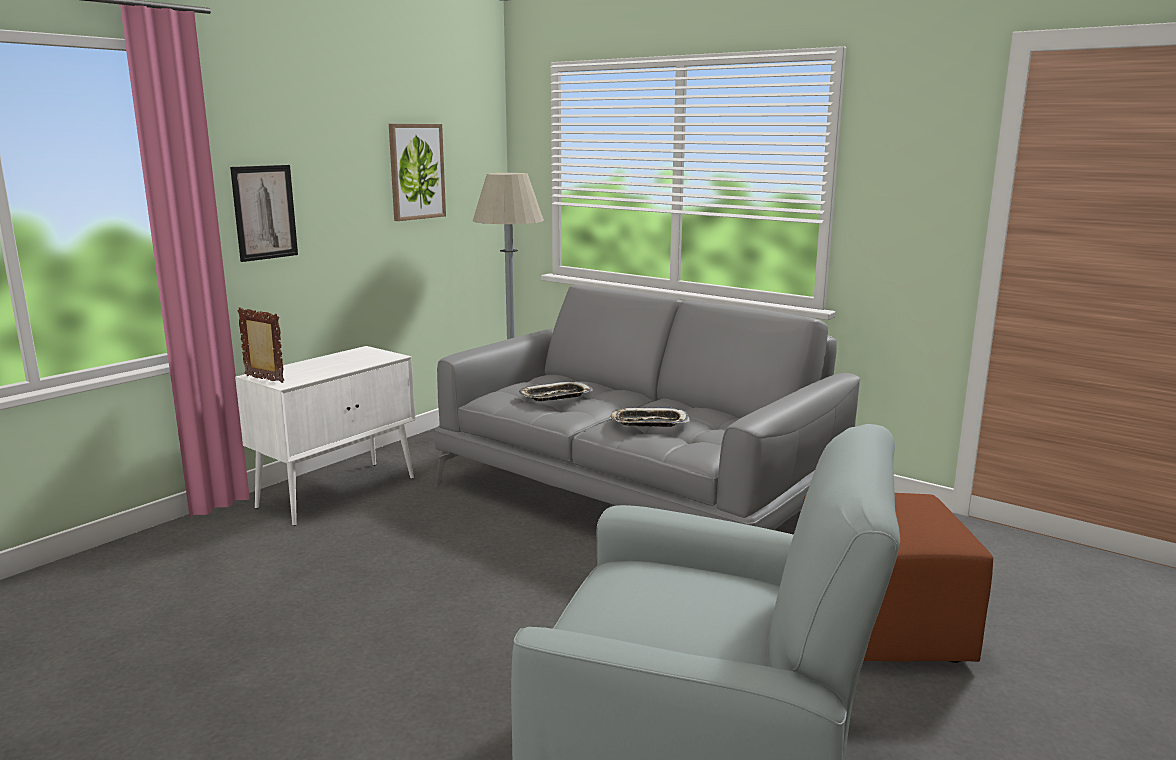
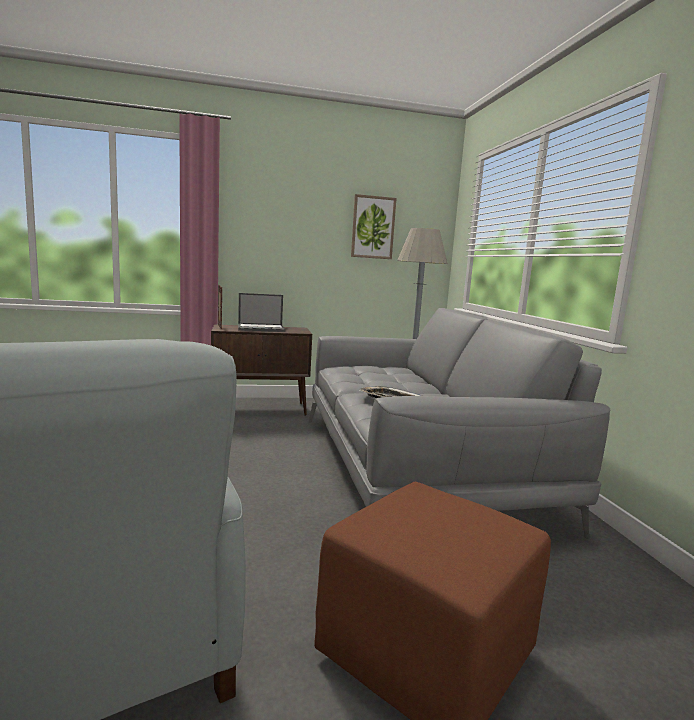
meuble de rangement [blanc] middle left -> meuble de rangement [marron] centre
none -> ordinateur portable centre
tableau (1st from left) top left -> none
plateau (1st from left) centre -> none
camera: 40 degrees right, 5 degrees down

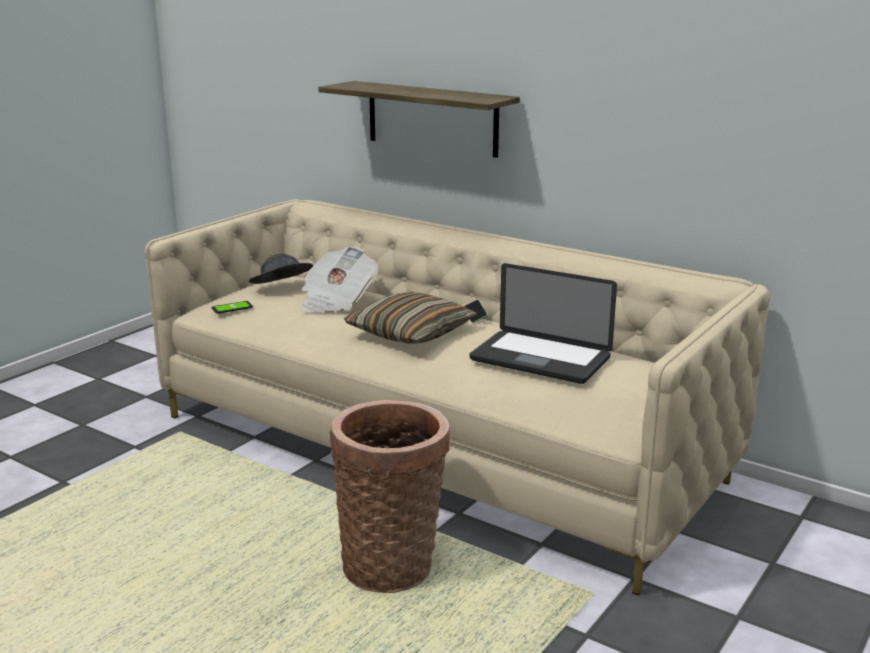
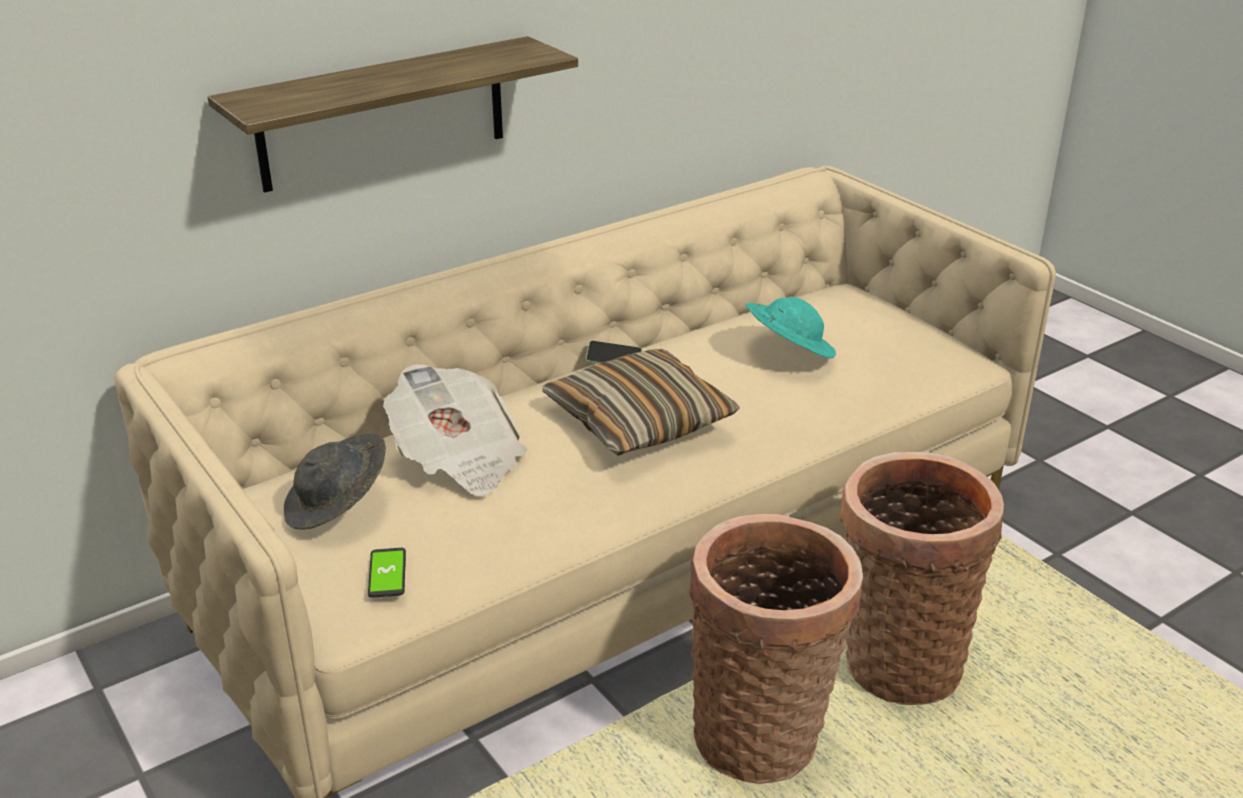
none -> panier (1st from left) bottom centre
ordinateur portable centre -> chapeau [turquoise] centre
camera: 70 degrees left, 10 degrees up

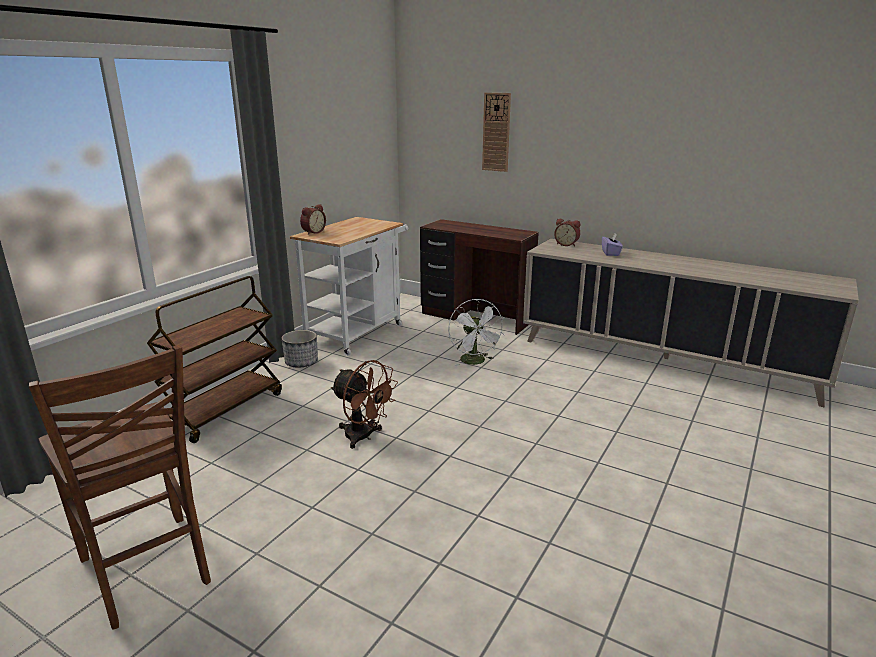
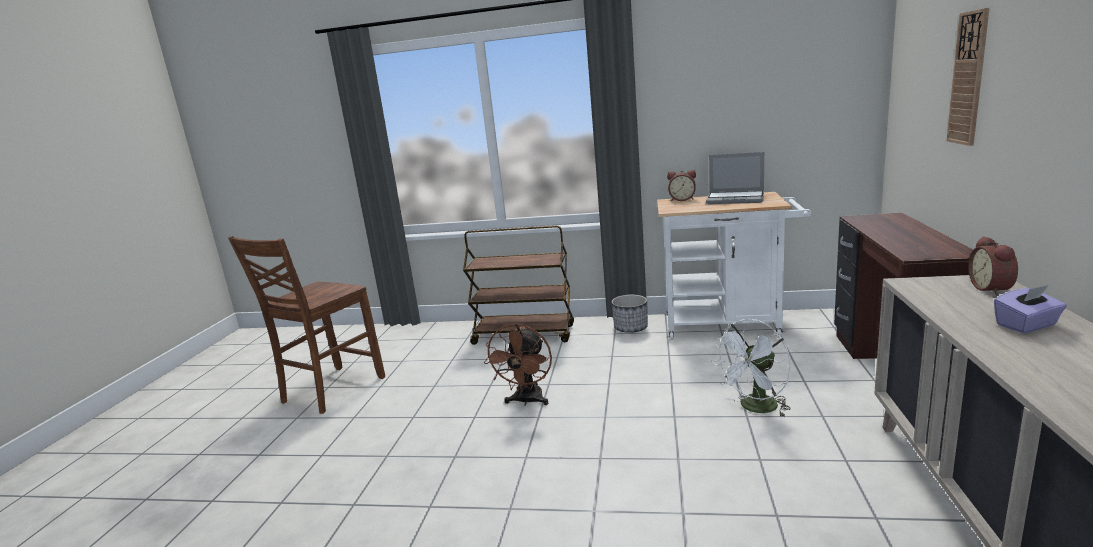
none -> ordinateur portable top right
camera: 70 degrees right, 5 degrees down

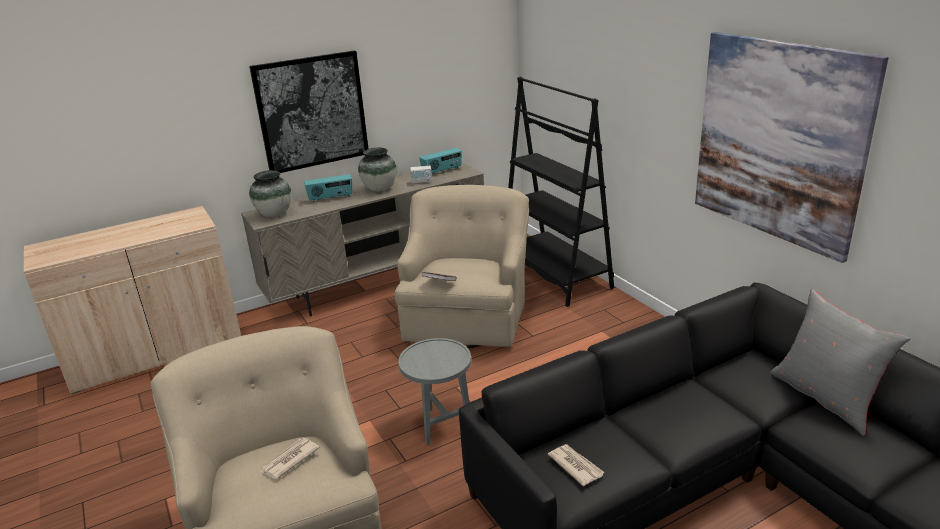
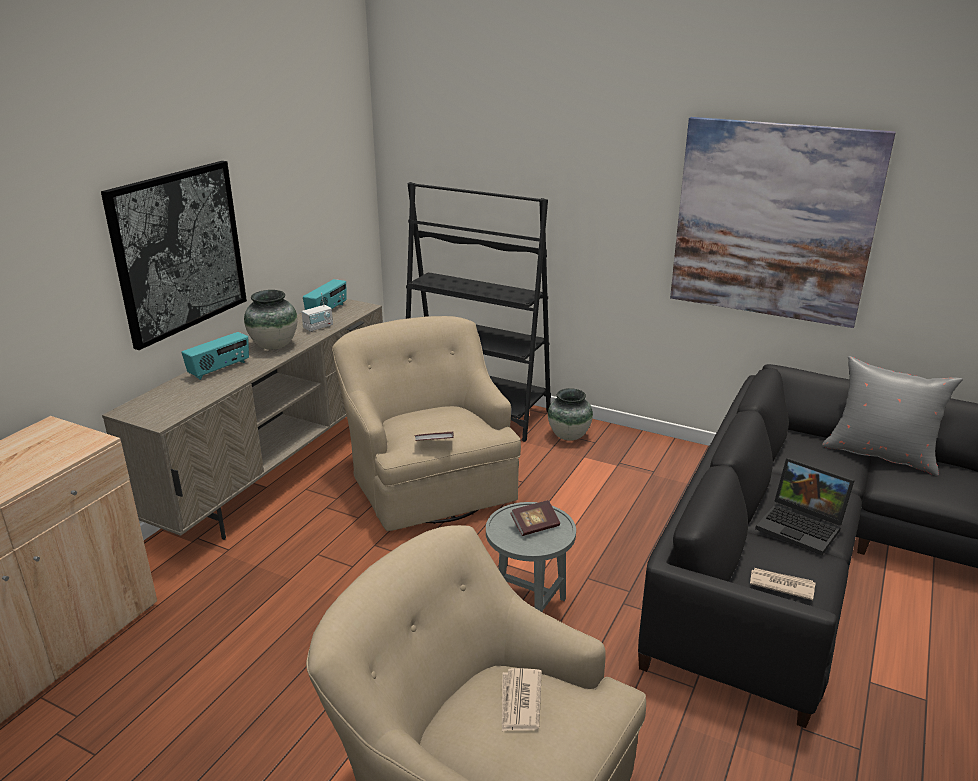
none -> livre (2nd from left) centre
vase (1st from left in the first image) middle left -> vase (2nd from left) centre, move
none -> ordinateur portable middle right
camera: 35 degrees left, 0 degrees up

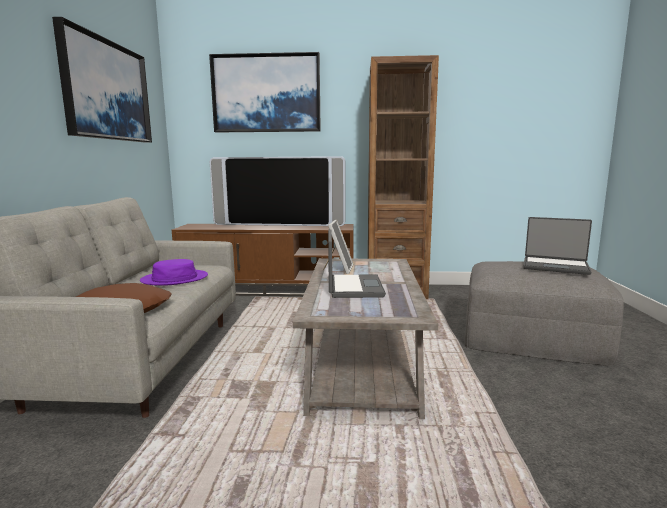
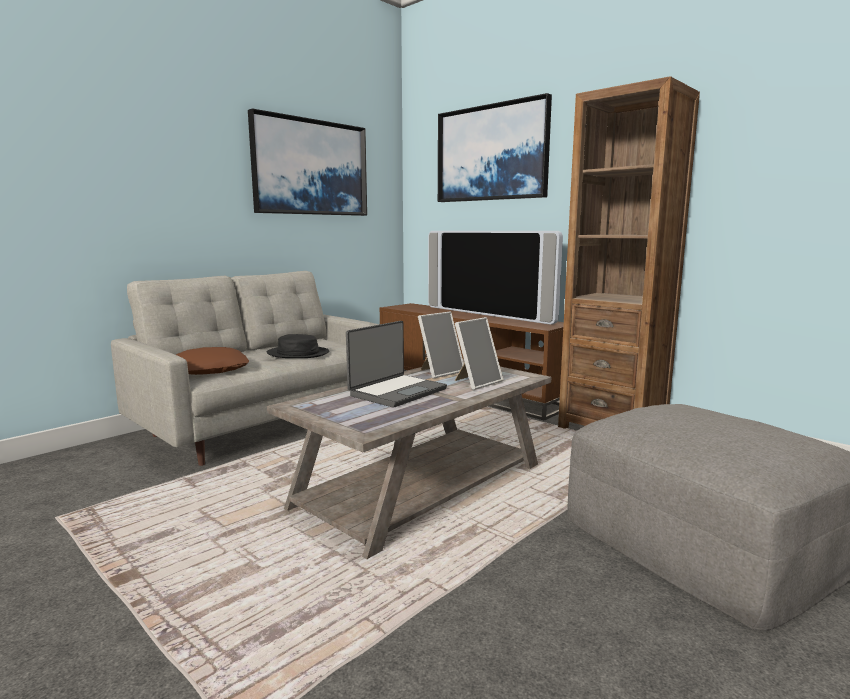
chapeau [violet] middle left -> chapeau [noir] centre
none -> cadre photo (2nd from left) centre
ordinateur portable (2nd from left) middle right -> none
camera: 40 degrees right, 0 degrees up

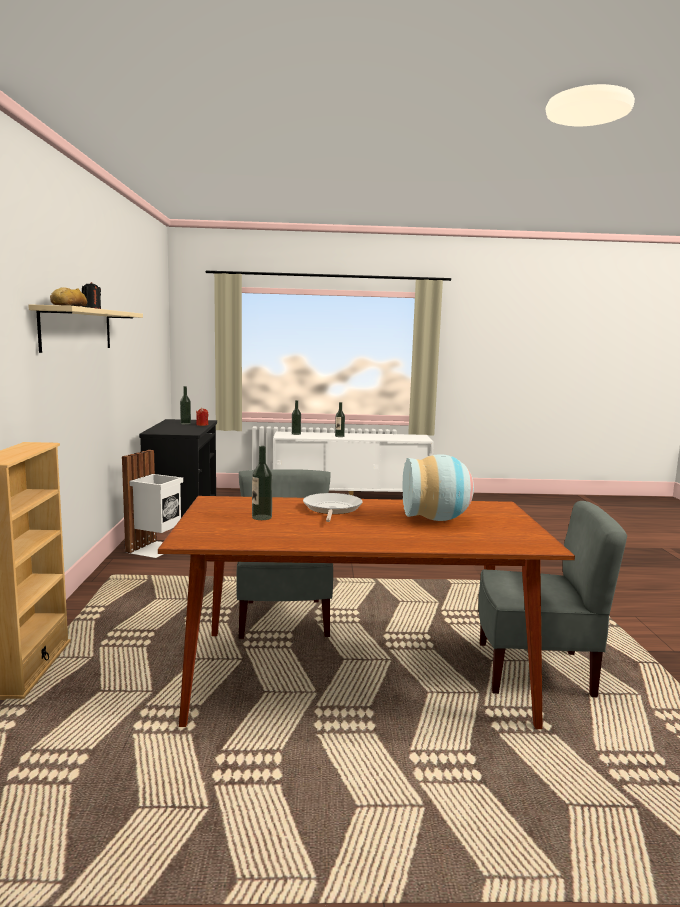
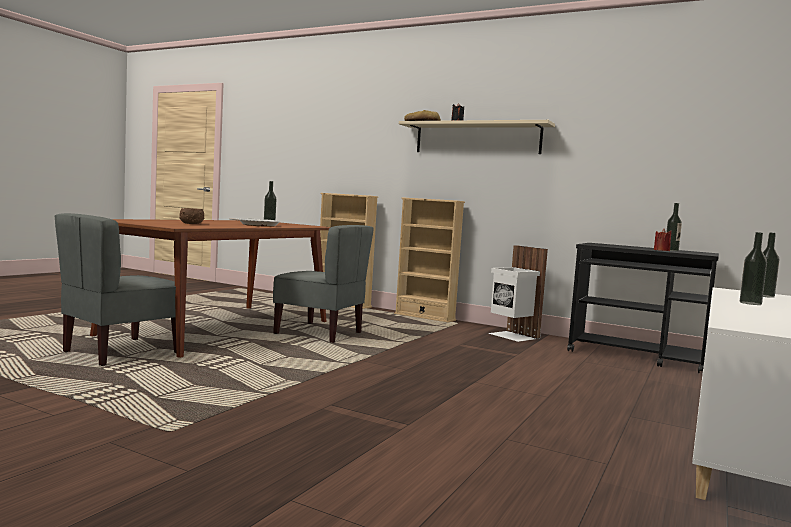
vase centre -> bol [marron] middle left
none -> bibliothèque [beige] (2nd from left) centre
camera: 120 degrees right, 5 degrees down

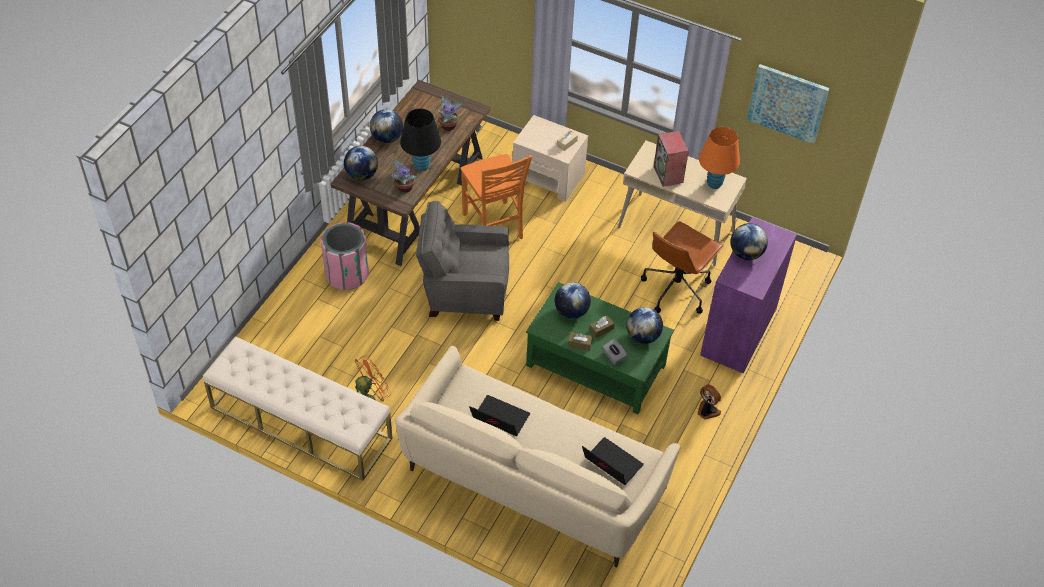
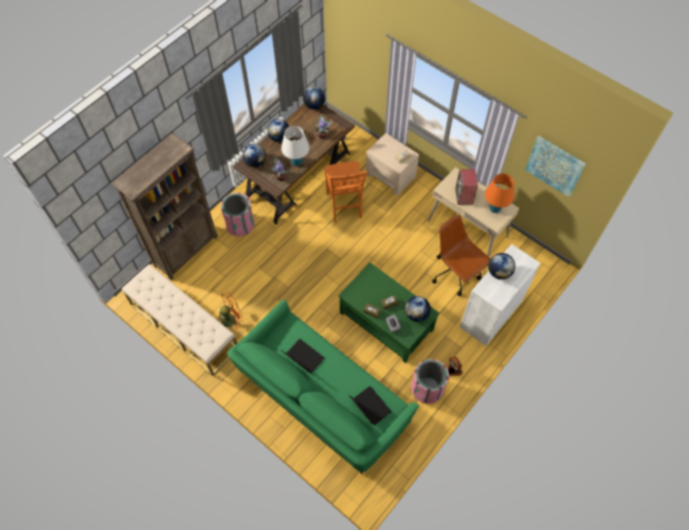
none -> bibliothèque [marron] middle left
canapé [beige] bottom centre -> canapé [vert] bottom centre
lampe de table [noir] top centre -> lampe de table [blanc] top centre
globe (3rd from left) centre -> globe (3rd from left) top centre, move
none -> poubelle [rose] (2nd from left) bottom centre
chaise de bureau [marron] centre -> chaise de bureau [marron] middle right, 90 degrees clockwise
meuble de rangement [violet] middle right -> meuble de rangement [blanc] middle right
fauteuil [gris] centre -> none
camera: 15 degrees right, 10 degrees up

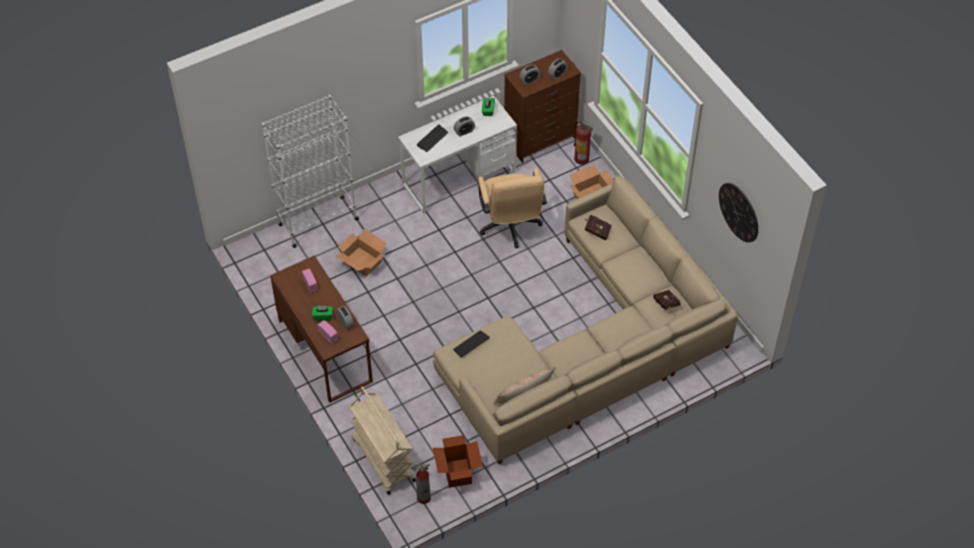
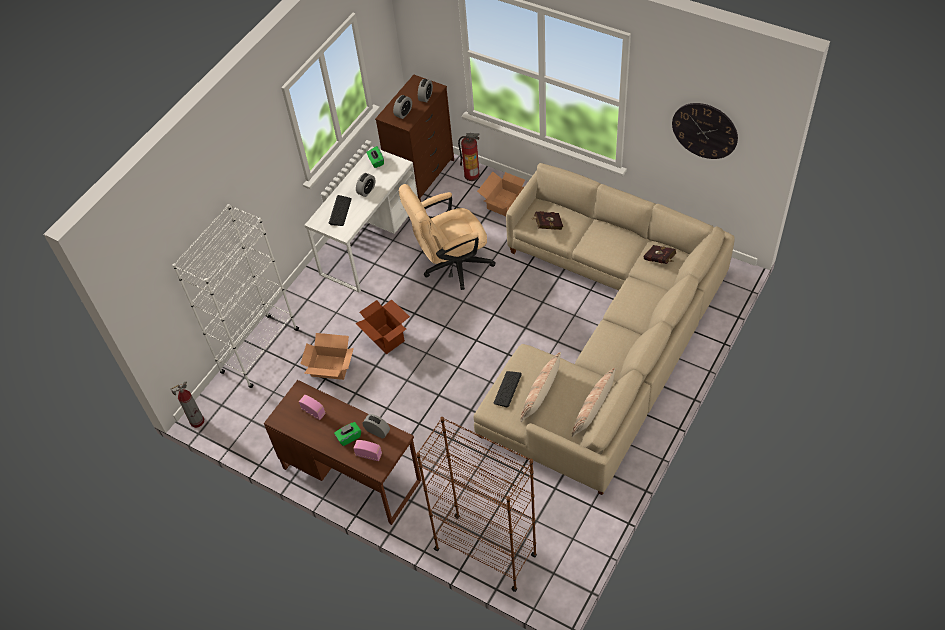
extincteur (1st from left) bottom centre -> extincteur (1st from left) middle left, move
carton (2nd from left) bottom centre -> carton (2nd from left) centre, move
chaise de bureau [beige] centre, 105 degrees clockwise
chariot [beige] bottom centre -> bibliothèque [marron] bottom centre
none -> coussin (1st from left) centre
camera: 25 degrees left, 0 degrees up

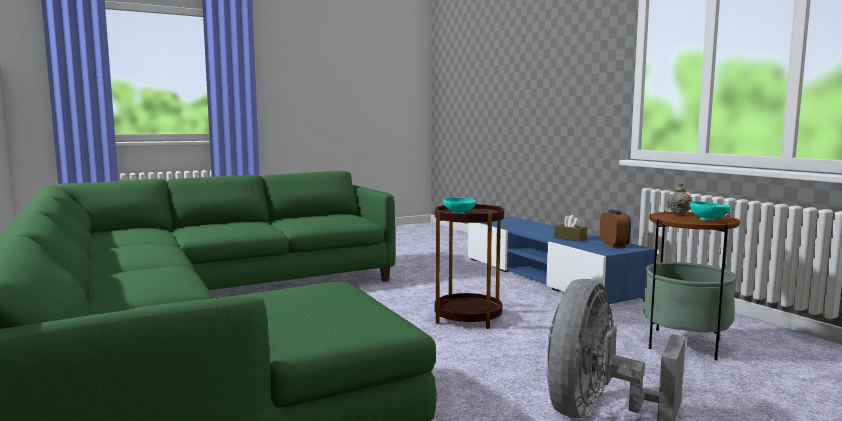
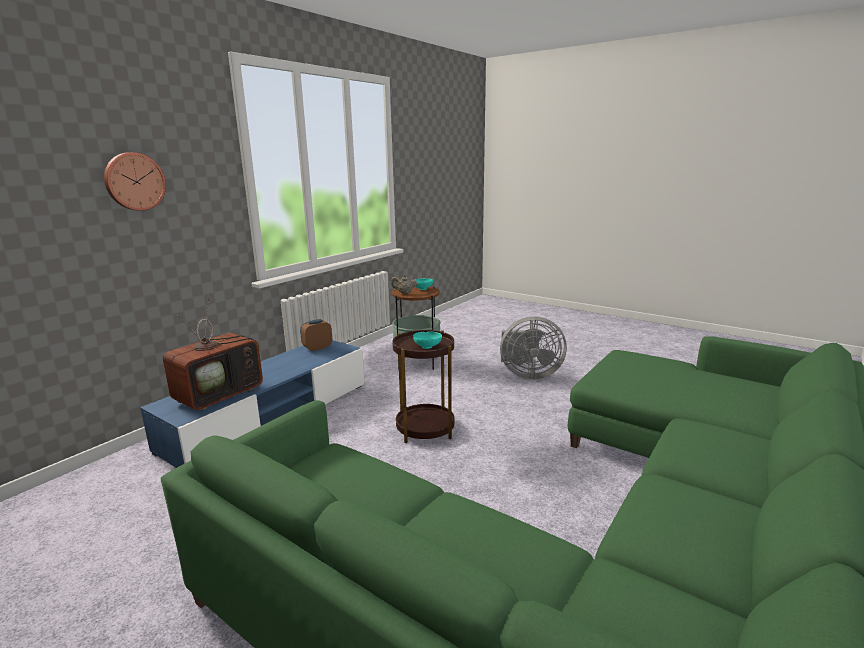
none -> horloge murale top left
none -> téléviseur middle left
boîte à mouchoirs [marron] middle right -> none
camera: 115 degrees left, 10 degrees up

